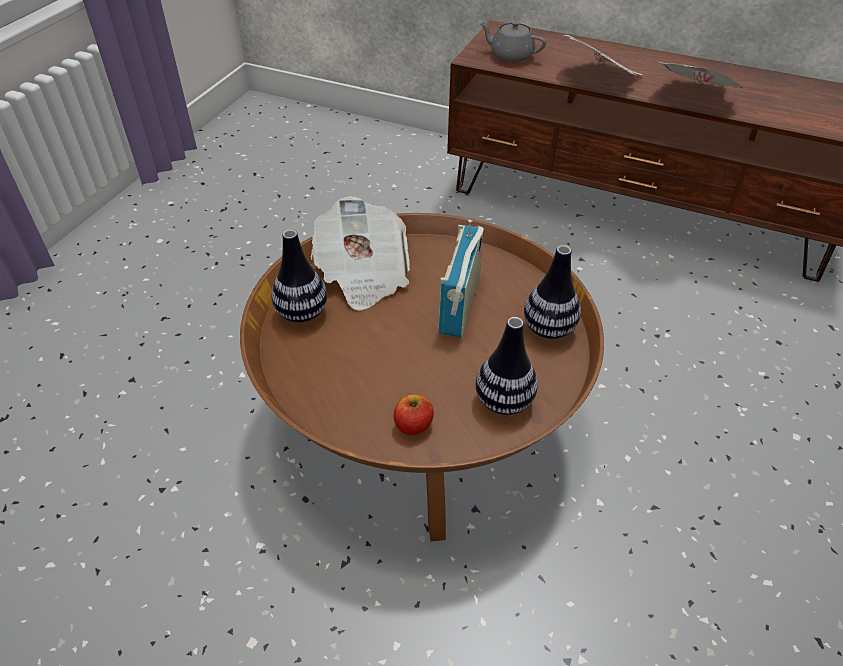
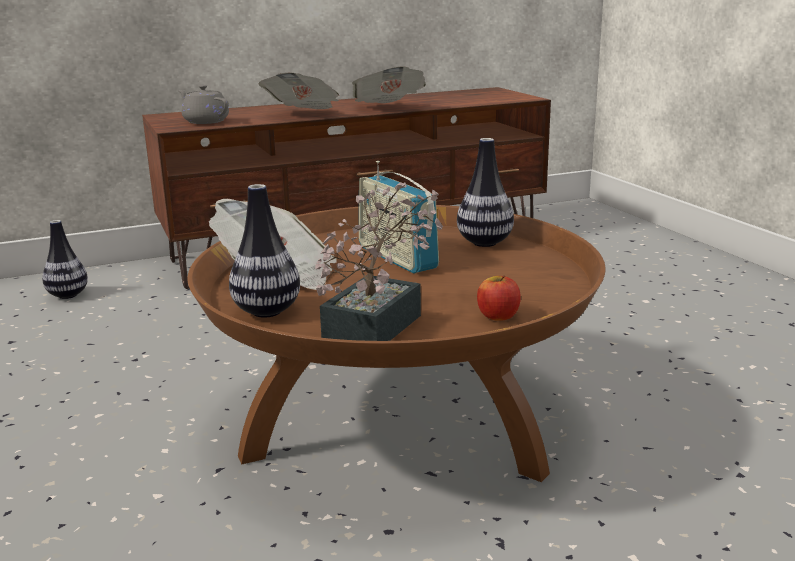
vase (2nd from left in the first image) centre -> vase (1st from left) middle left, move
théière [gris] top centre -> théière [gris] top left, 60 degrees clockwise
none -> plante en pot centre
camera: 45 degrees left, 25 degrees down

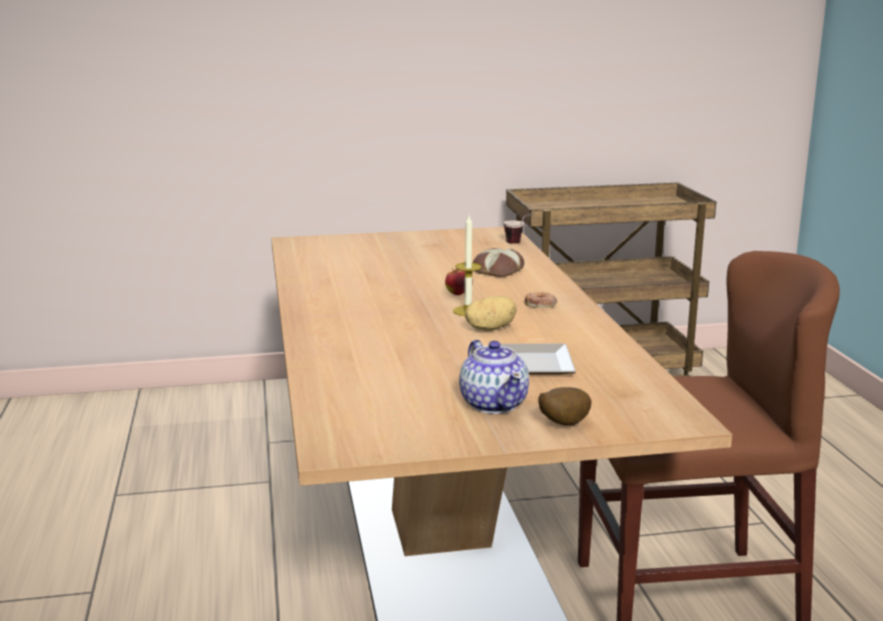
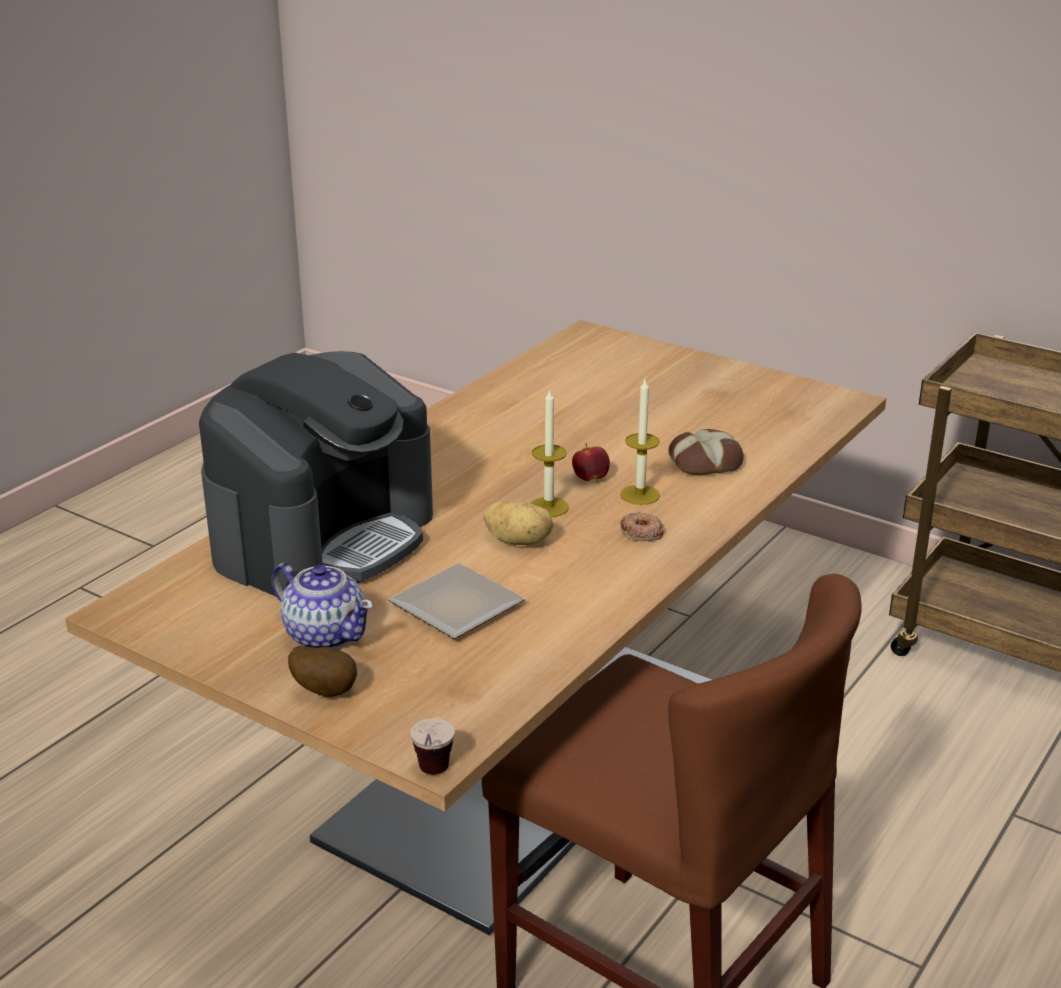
none -> machine à café middle left
théière centre -> théière middle left, 75 degrees counterclockwise
tasse centre -> tasse bottom centre, move
none -> bougie (2nd from left) centre
camera: 45 degrees right, 10 degrees up

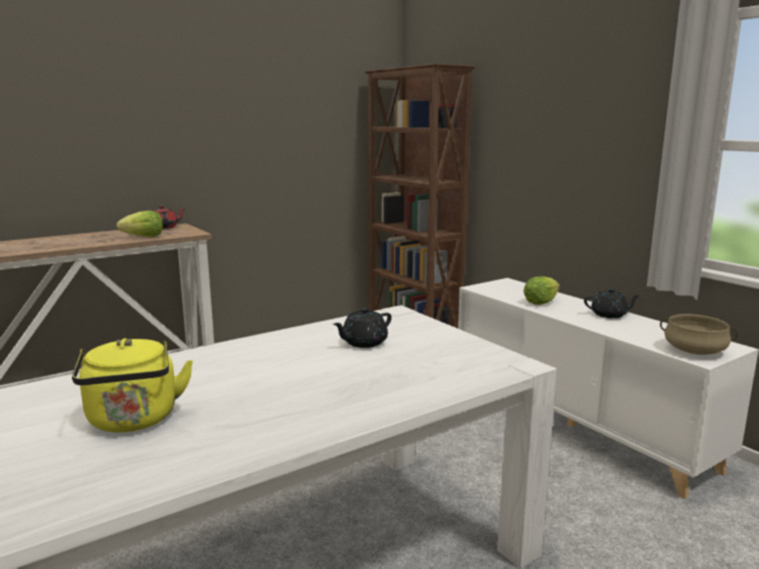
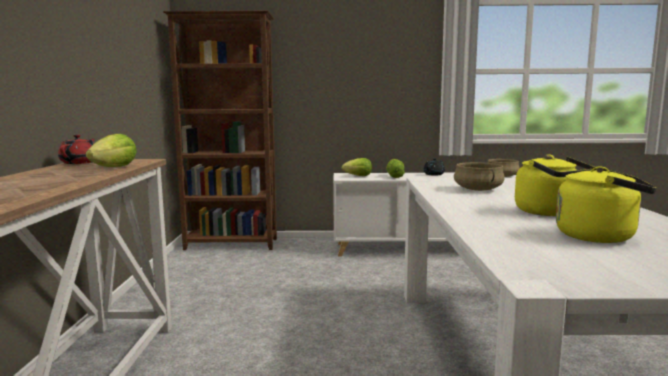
none -> laitue (2nd from left) centre
théière [noir] (1st from left) centre -> marmite [beige] (1st from left) middle right
none -> bouilloire [jaune] (1st from left) middle right
camera: 55 degrees left, 5 degrees down

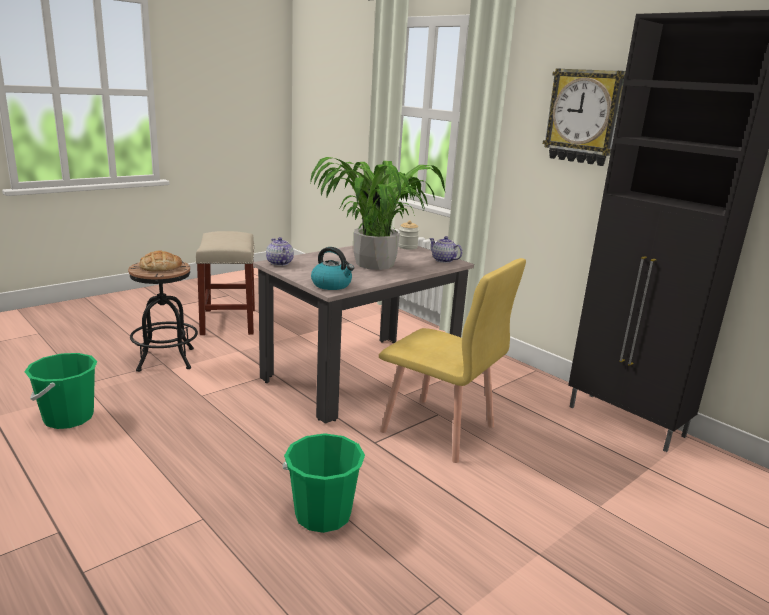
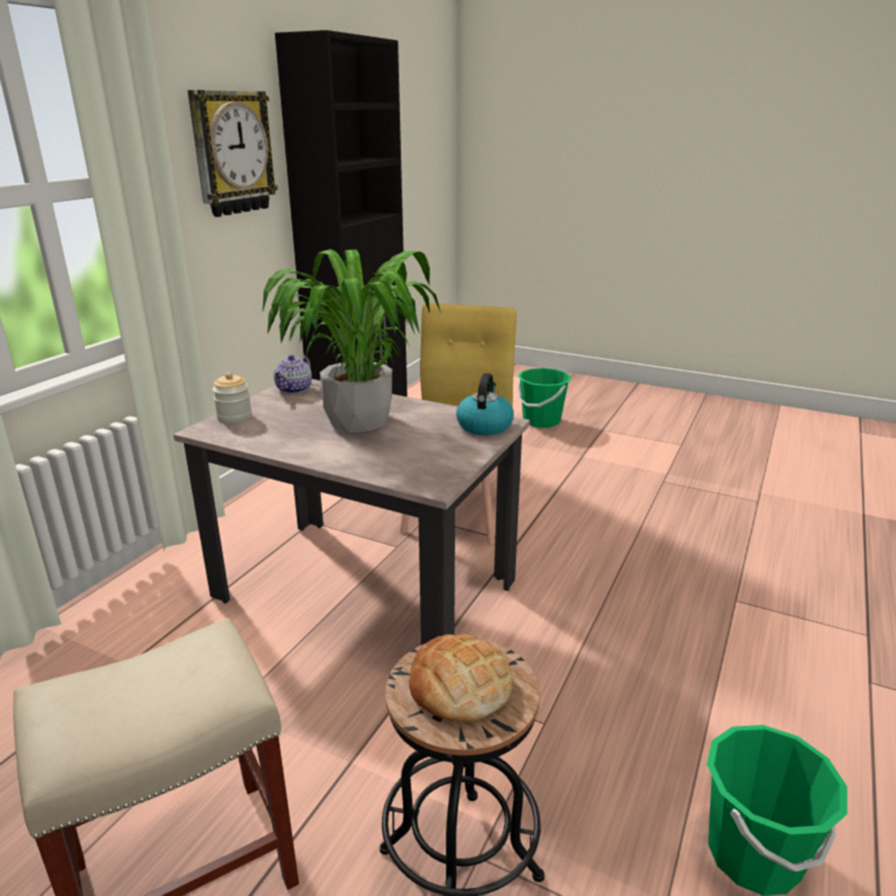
seau [vert] (2nd from left in the first image) bottom centre -> seau [vert] (1st from left) centre, move
théière (1st from left) centre -> none
camera: 110 degrees left, 5 degrees up

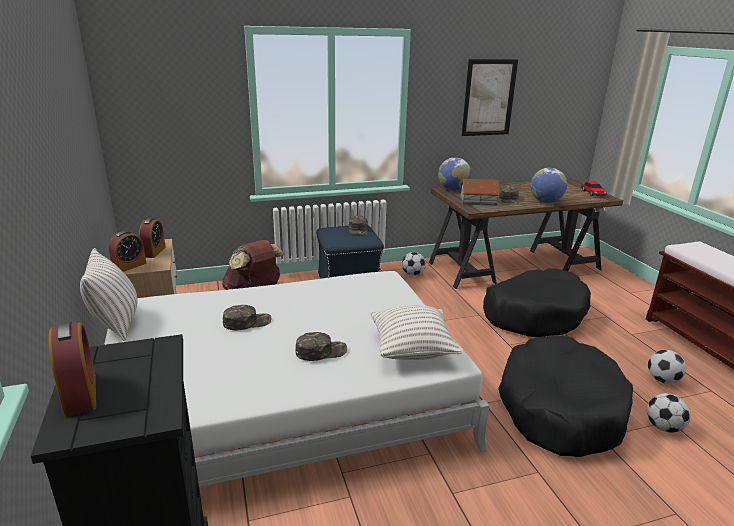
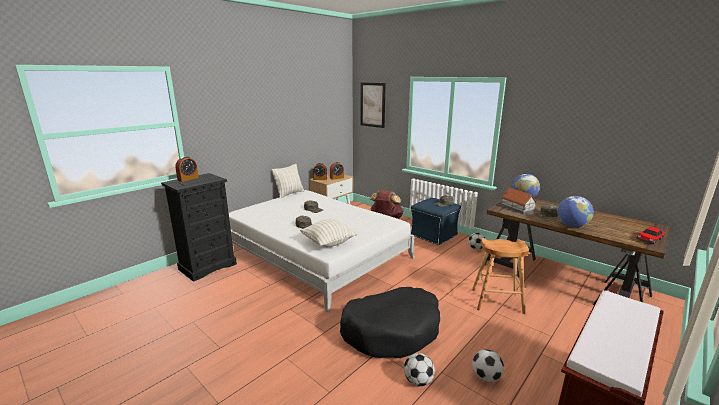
tableau top right -> tableau top centre, move
panier pour chien [noir] (1st from left) middle right -> tabouret [marron] bottom right
camera: 60 degrees right, 5 degrees down

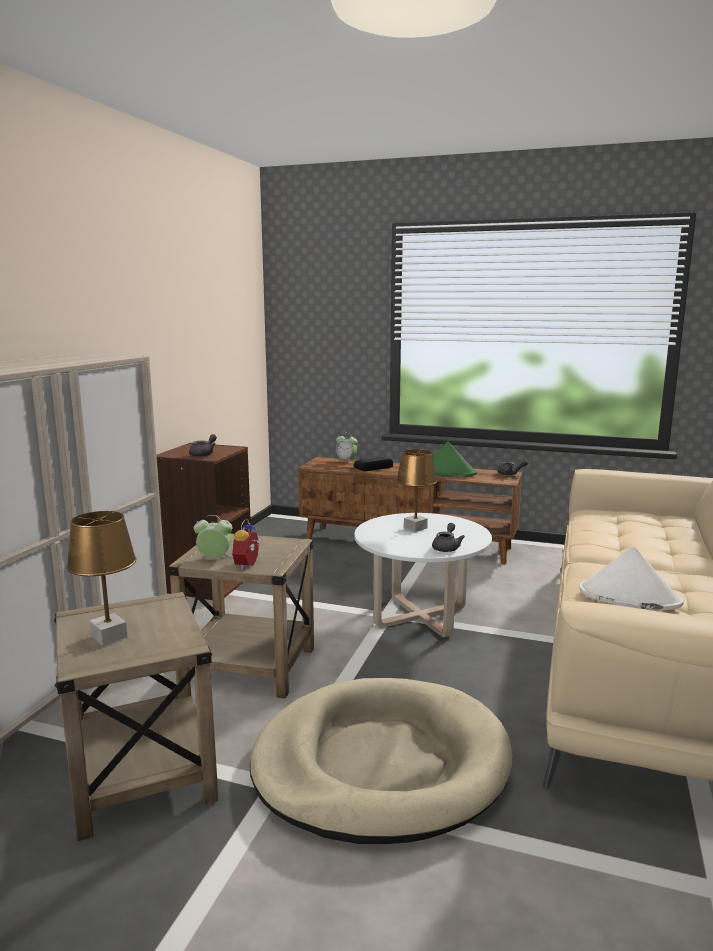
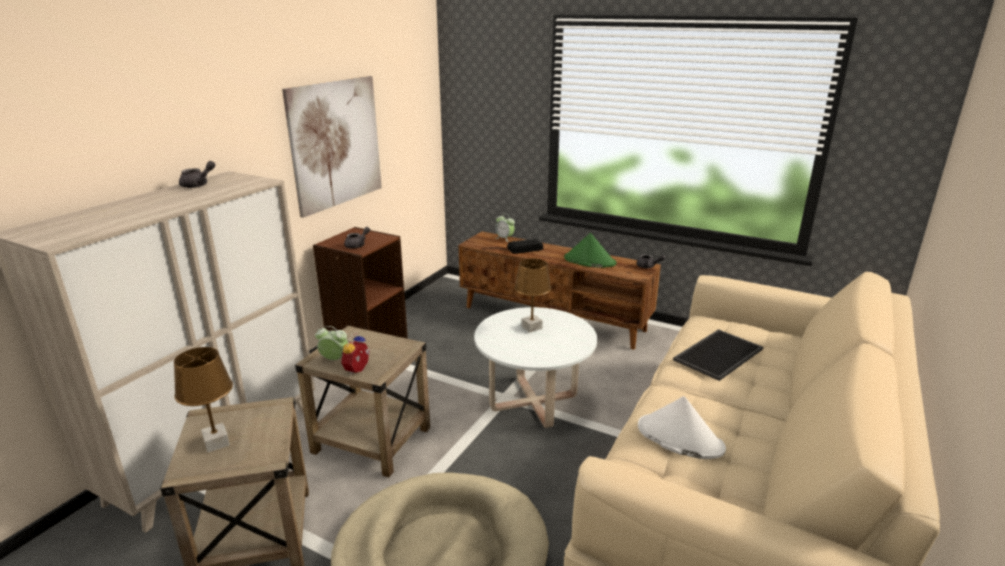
théière [gris] (2nd from left in the first image) centre -> théière [gris] (1st from left) top left, move
none -> tableau top left
none -> plateau middle right
camera: 10 degrees right, 10 degrees up

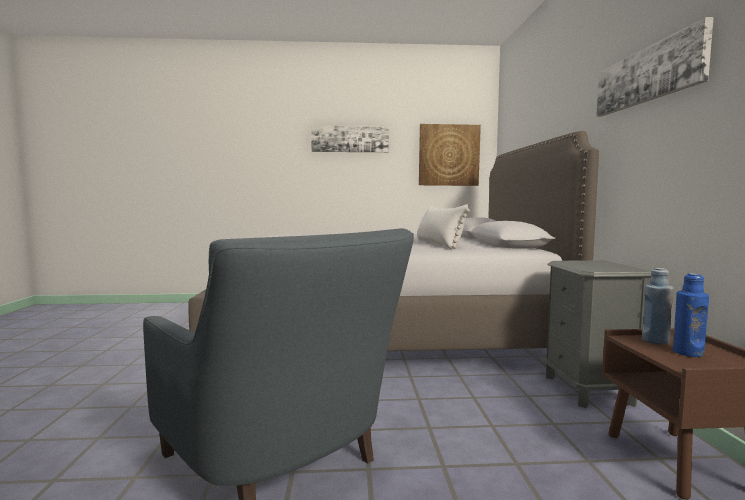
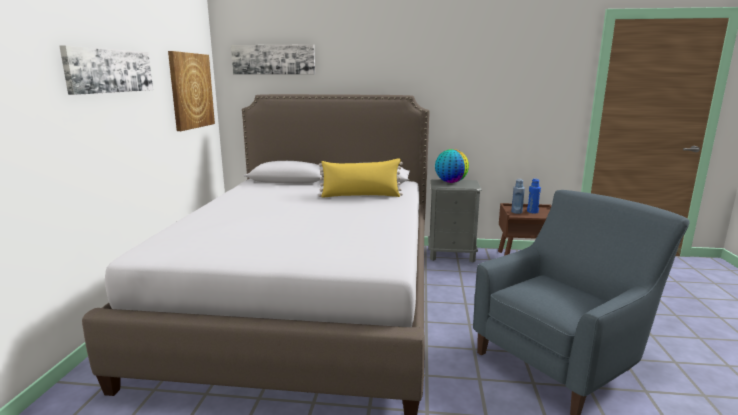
tableau (3rd from left) top right -> tableau (3rd from left) top centre, move
coussin [blanc] centre -> coussin [jaune] centre
none -> globe centre
camera: 80 degrees left, 10 degrees up

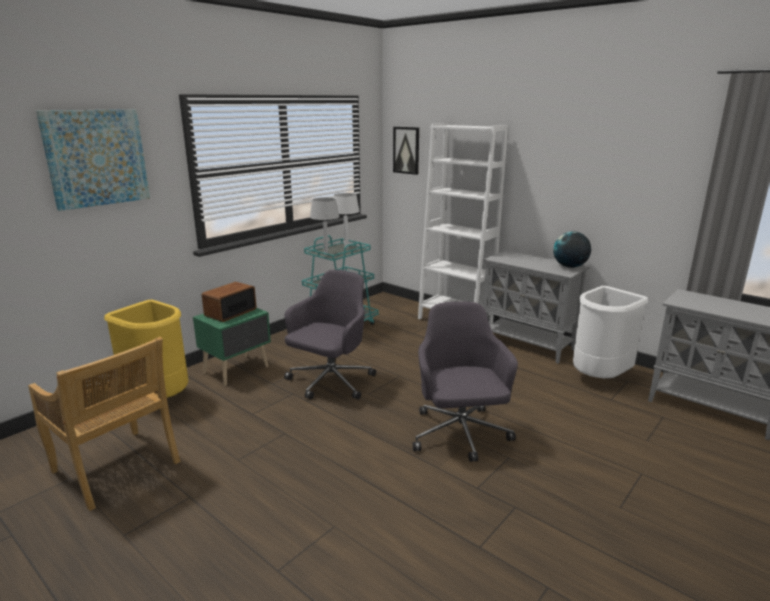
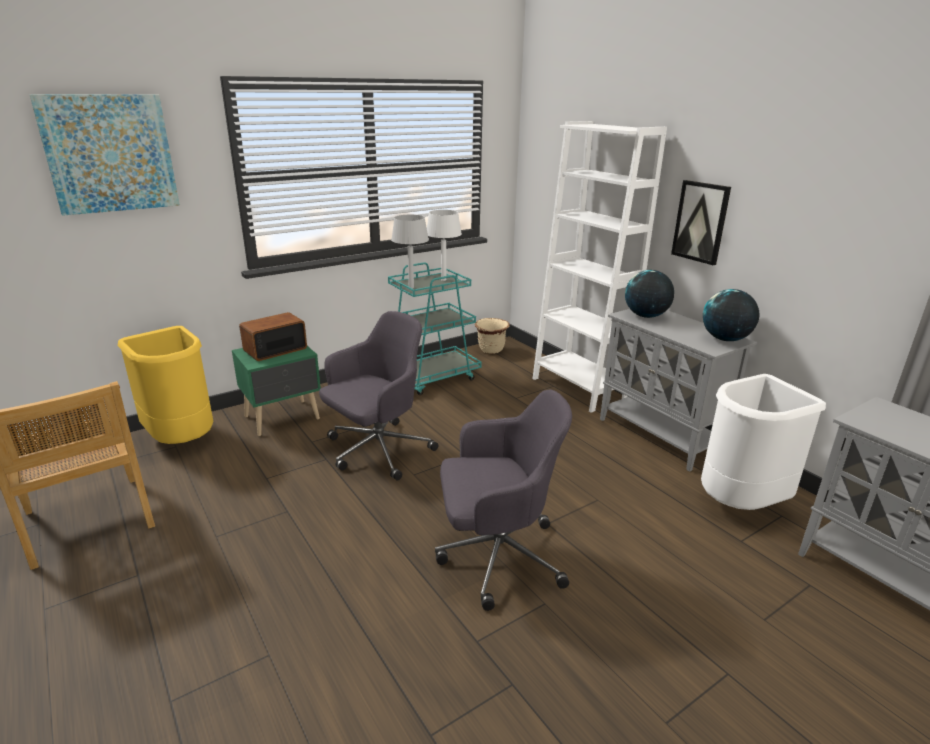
chaise de bureau [gris] (2nd from left) centre -> chaise de bureau [gris] (2nd from left) bottom centre, 75 degrees clockwise
none -> cache-pot [beige] centre
none -> globe (1st from left) middle right
tableau (2nd from left) top centre -> tableau (2nd from left) top right, move
camera: 15 degrees right, 5 degrees up

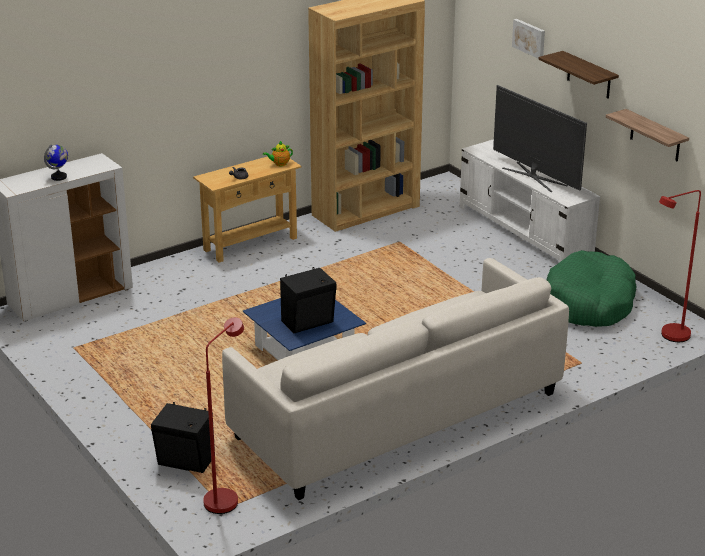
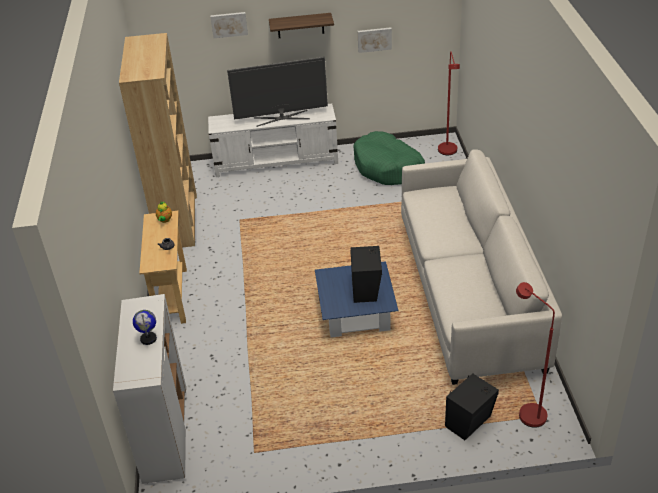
étagère (2nd from left) top right -> tableau (2nd from left) top centre
camera: 60 degrees left, 10 degrees up

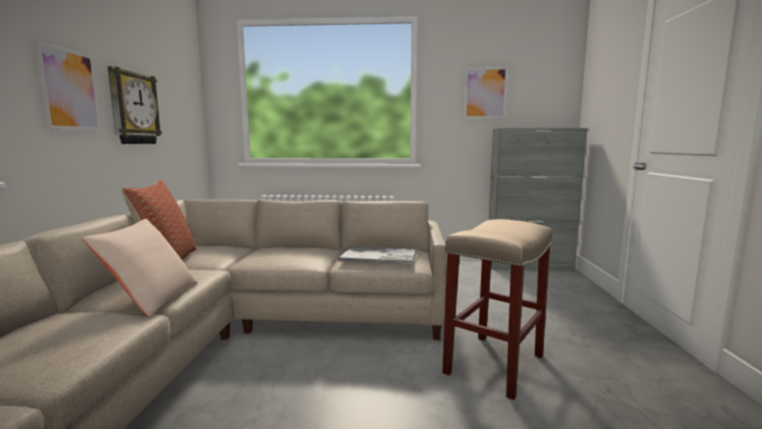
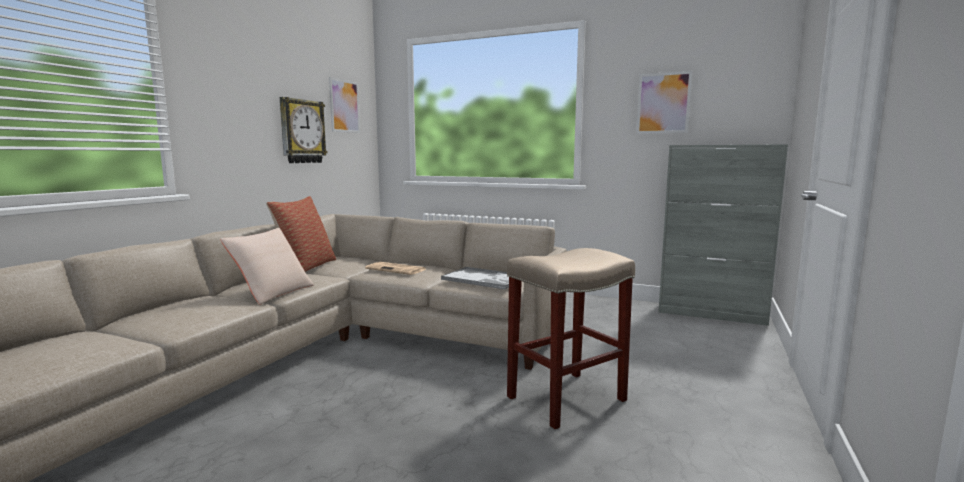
tableau (1st from left) top left -> tableau (1st from left) top centre, move
none -> journal centre
camera: 20 degrees right, 0 degrees up

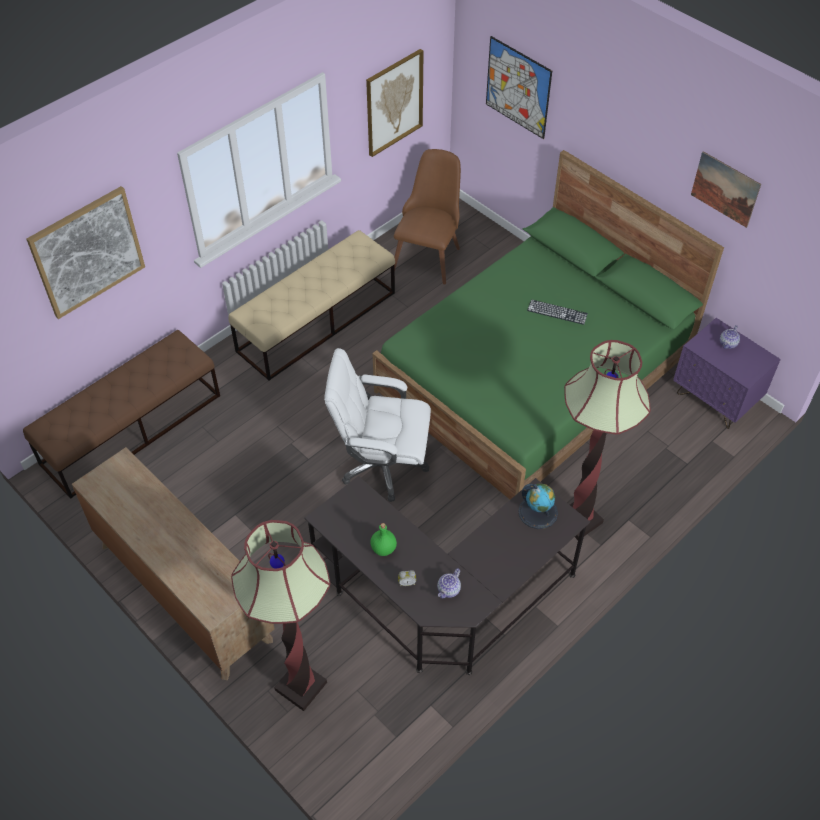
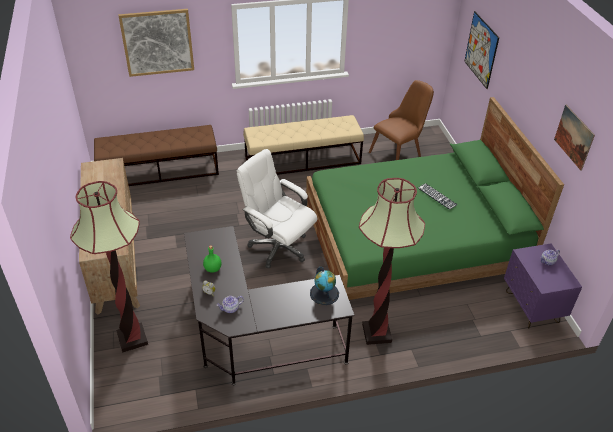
tableau (2nd from left) top centre -> none
camera: 30 degrees right, 10 degrees down

